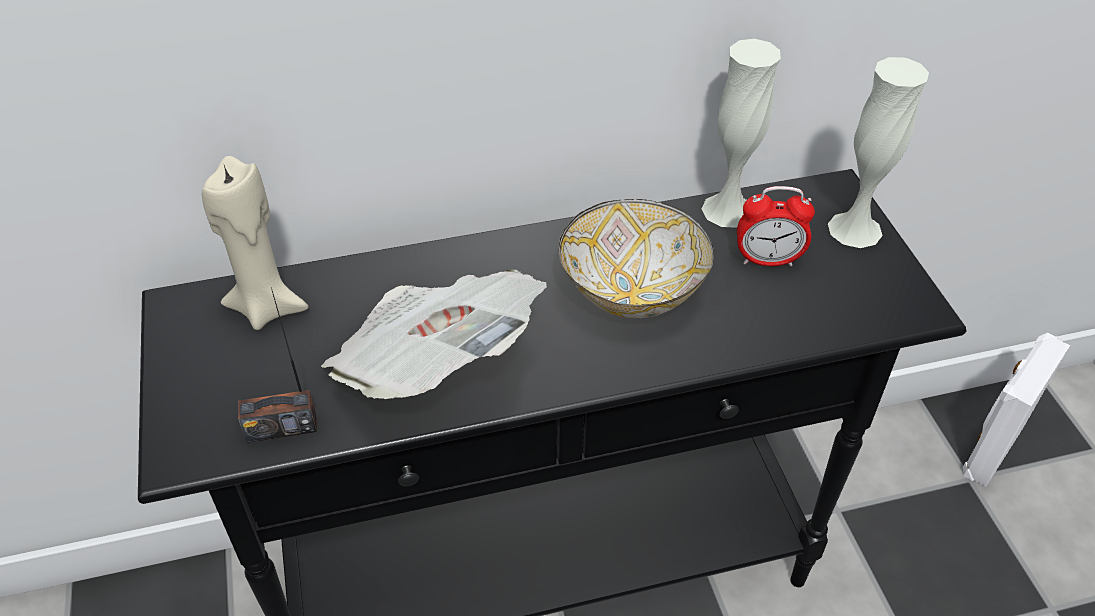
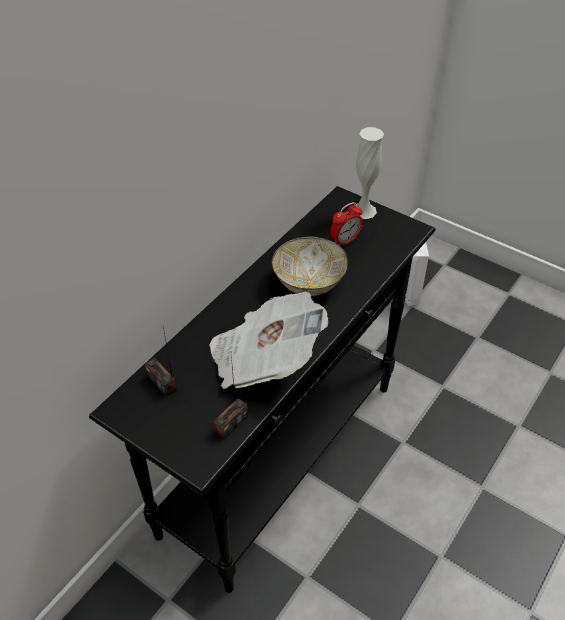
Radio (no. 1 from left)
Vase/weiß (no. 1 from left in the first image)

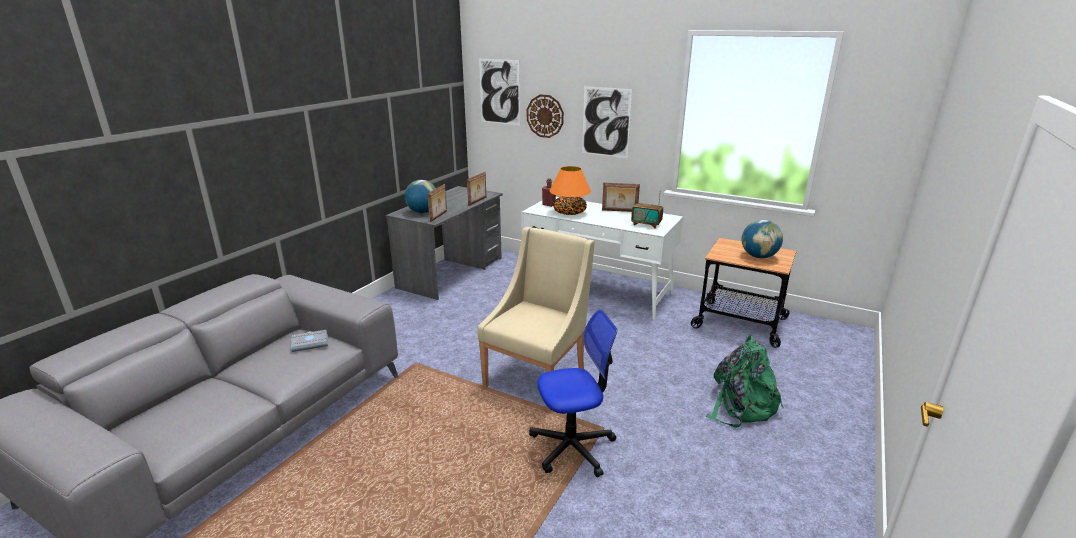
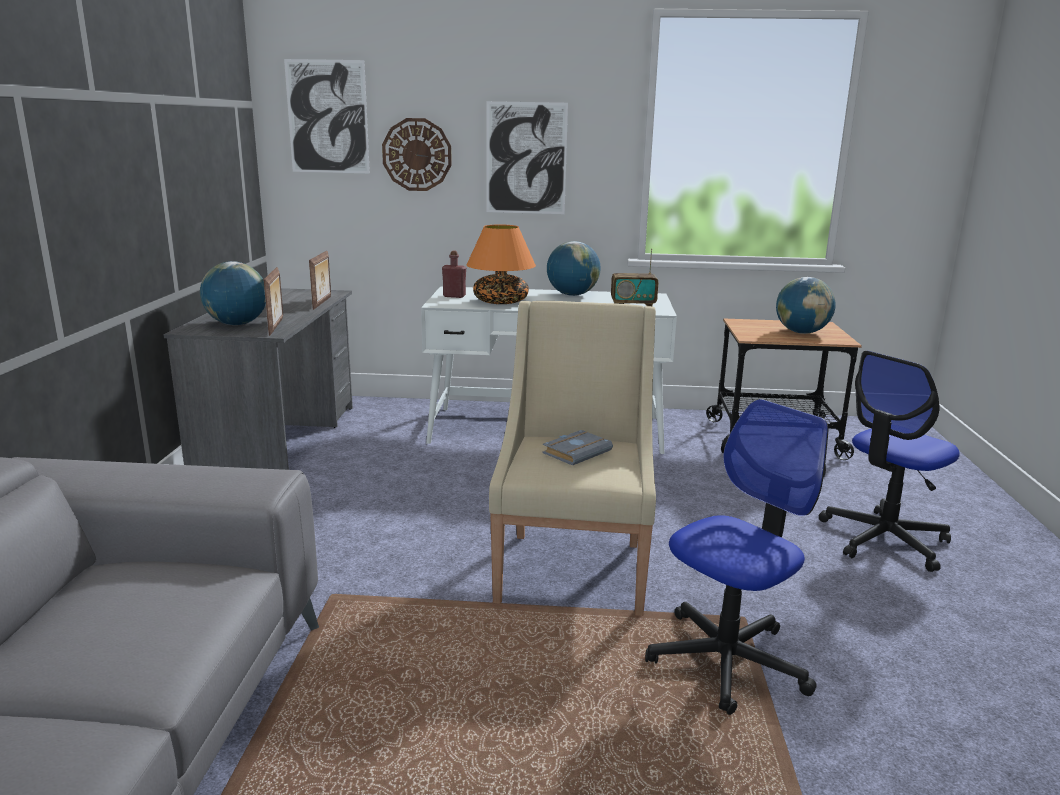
Buch/grau
Globus (no. 2 from left)
Bürostuhl (no. 2 from left)

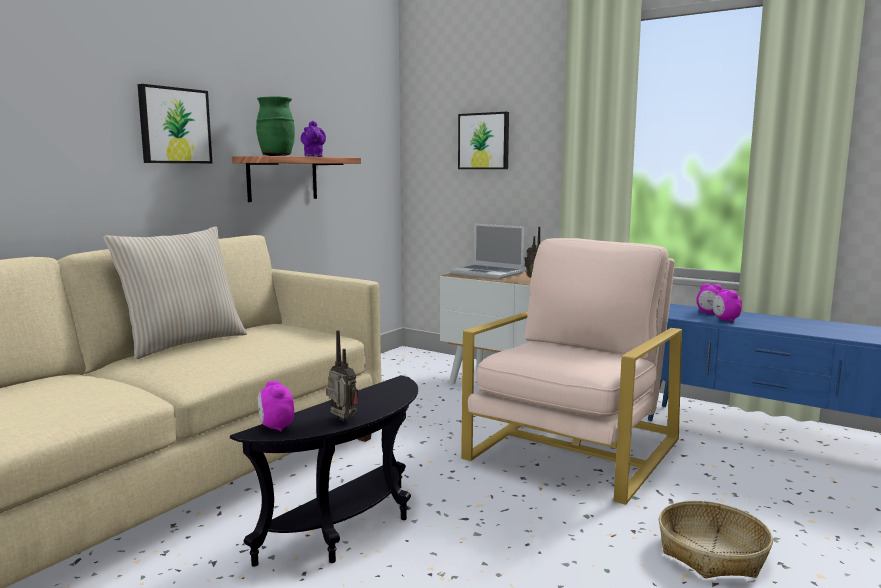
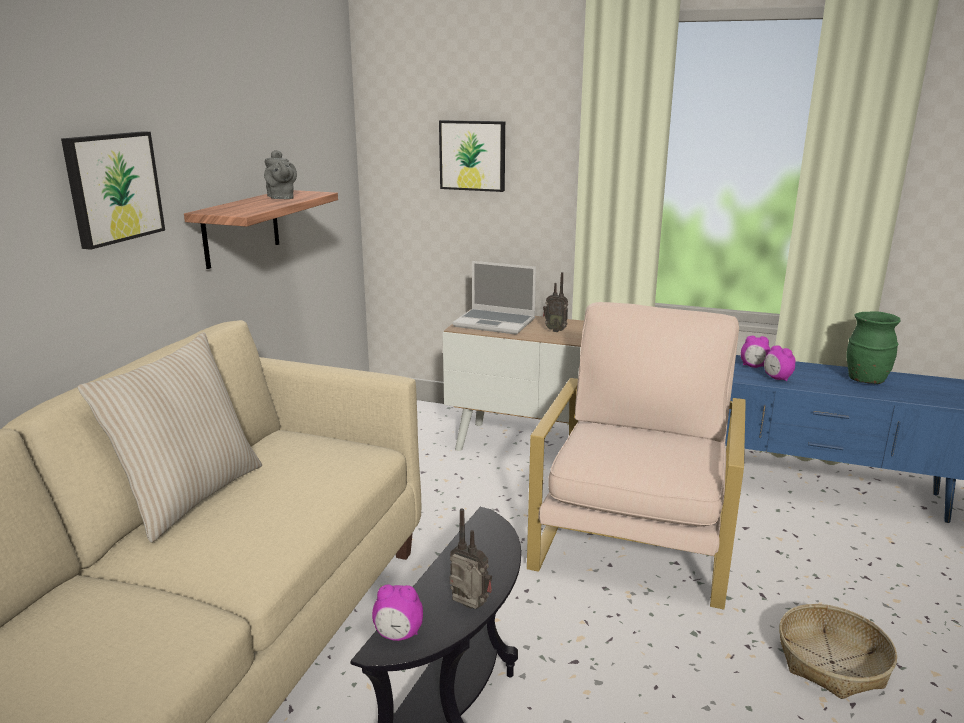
Teekanne/grau
Wecker (no. 1 from left)
Vase/grün

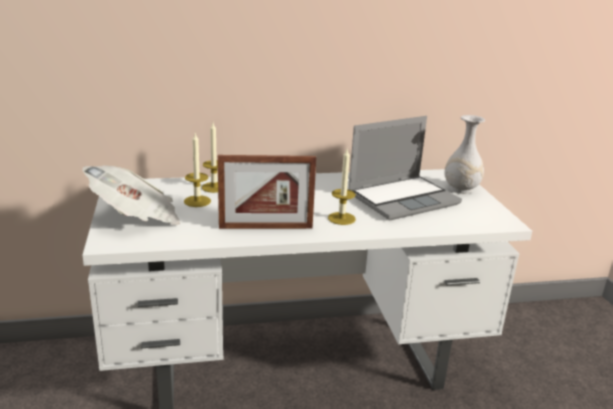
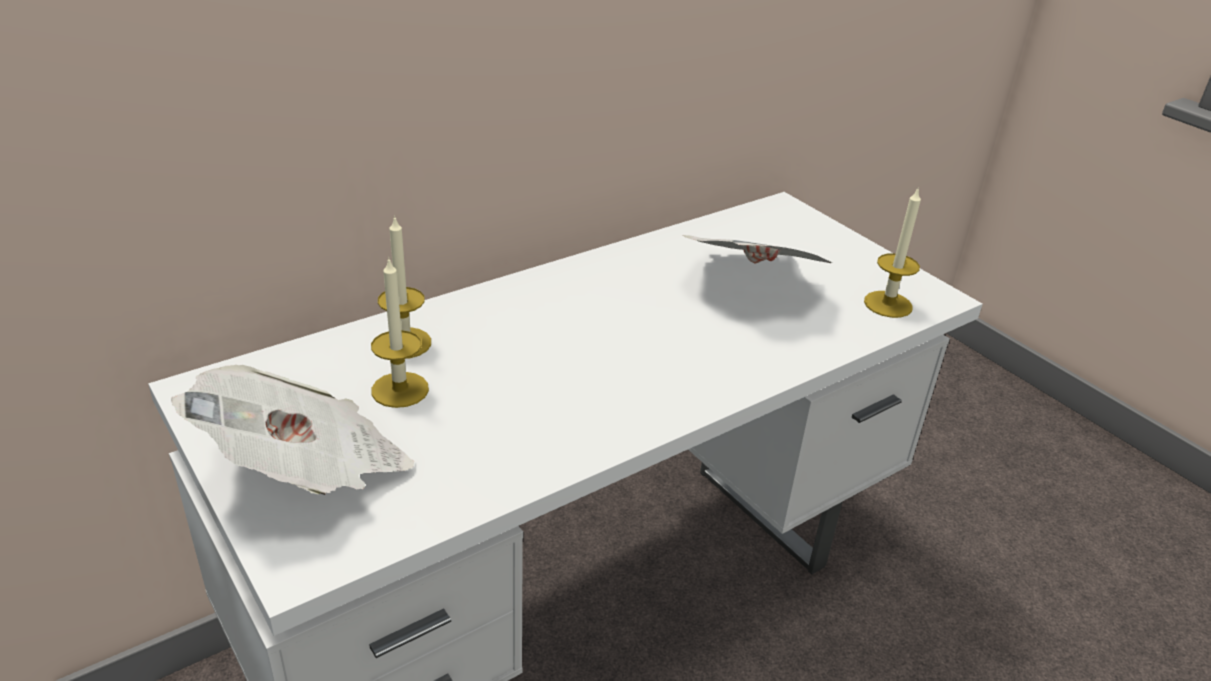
Zeitung (no. 2 from left)
Kerze (no. 3 from left)
Bilderrahmen
Vase/weiß

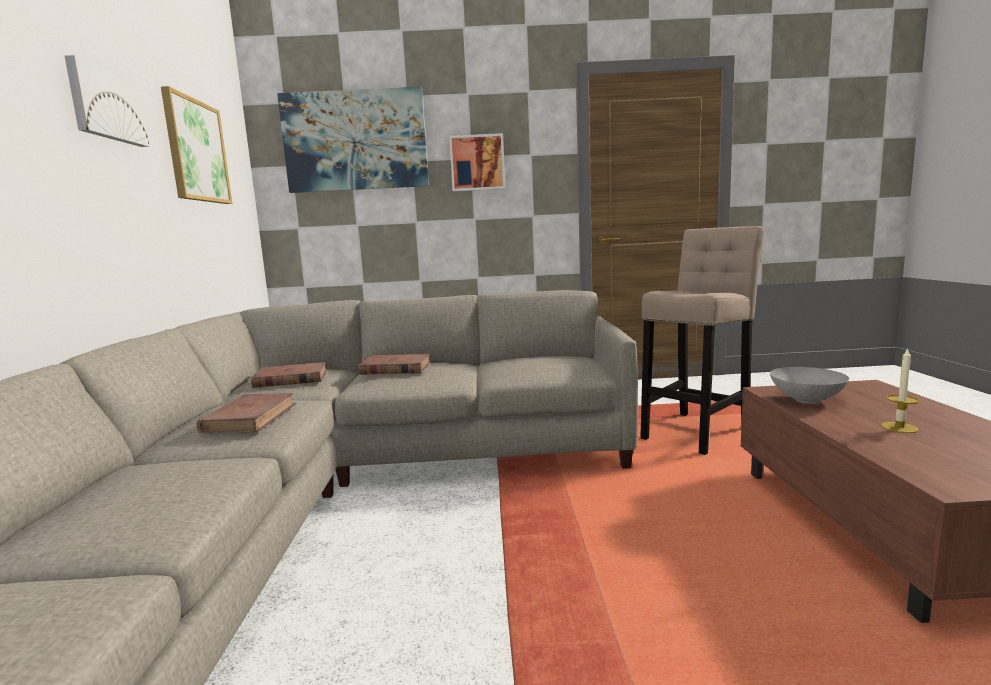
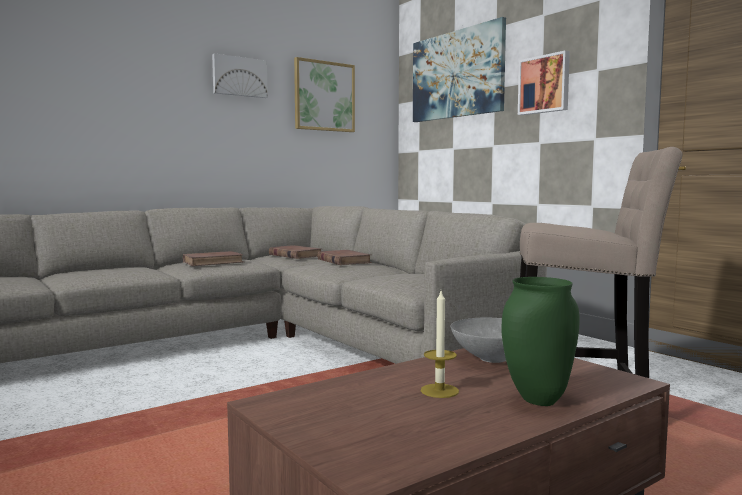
Vase/grün

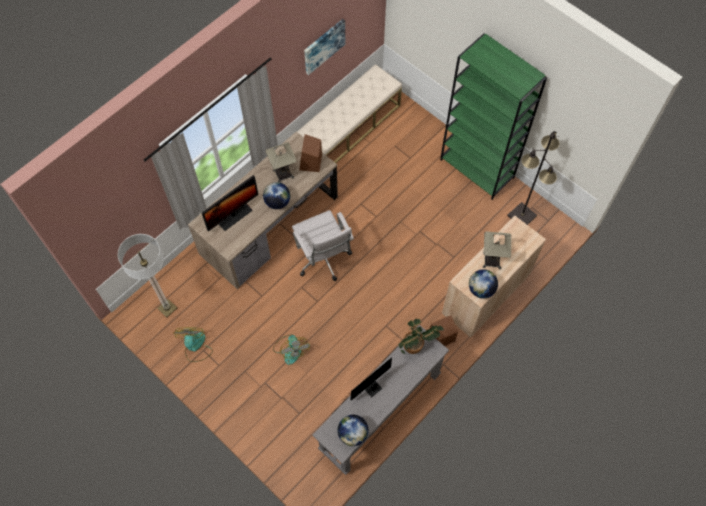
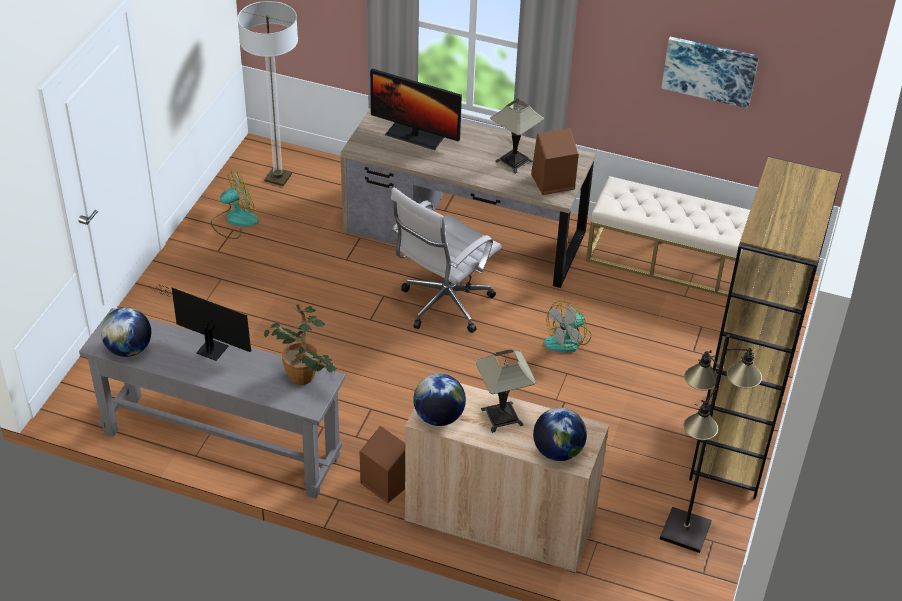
Globus (no. 3 from left)
Ventilator (no. 2 from left)
Bücherregal/braun

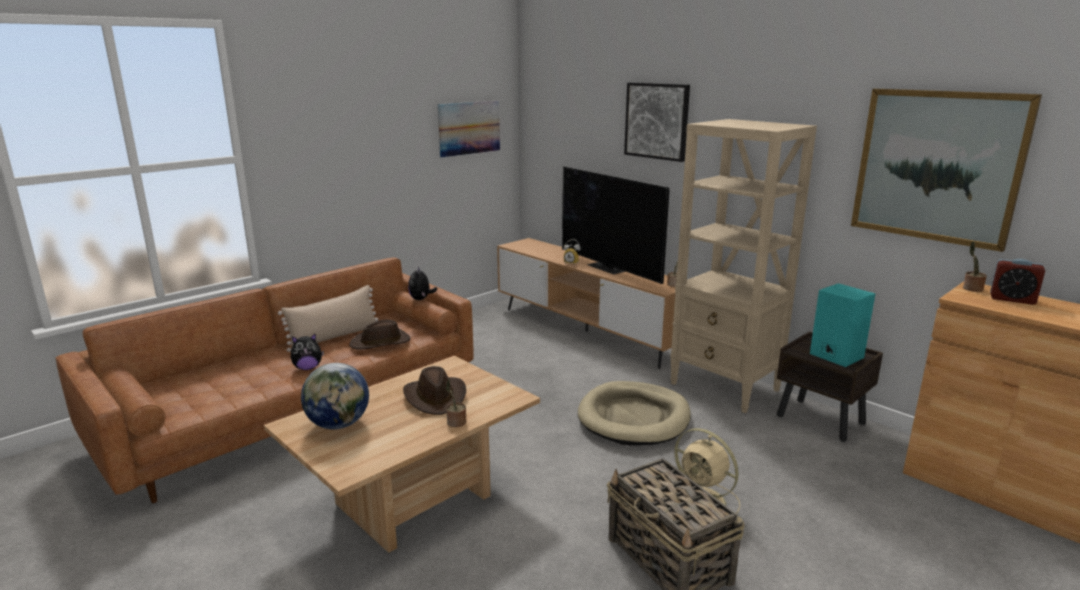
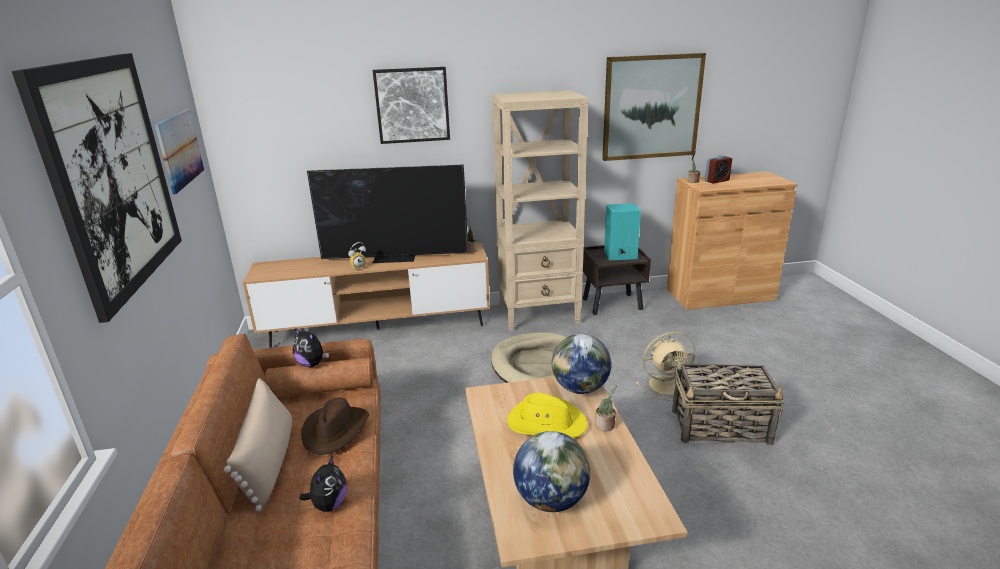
Bild (no. 1 from left)
Hut/gelb
Globus (no. 2 from left)

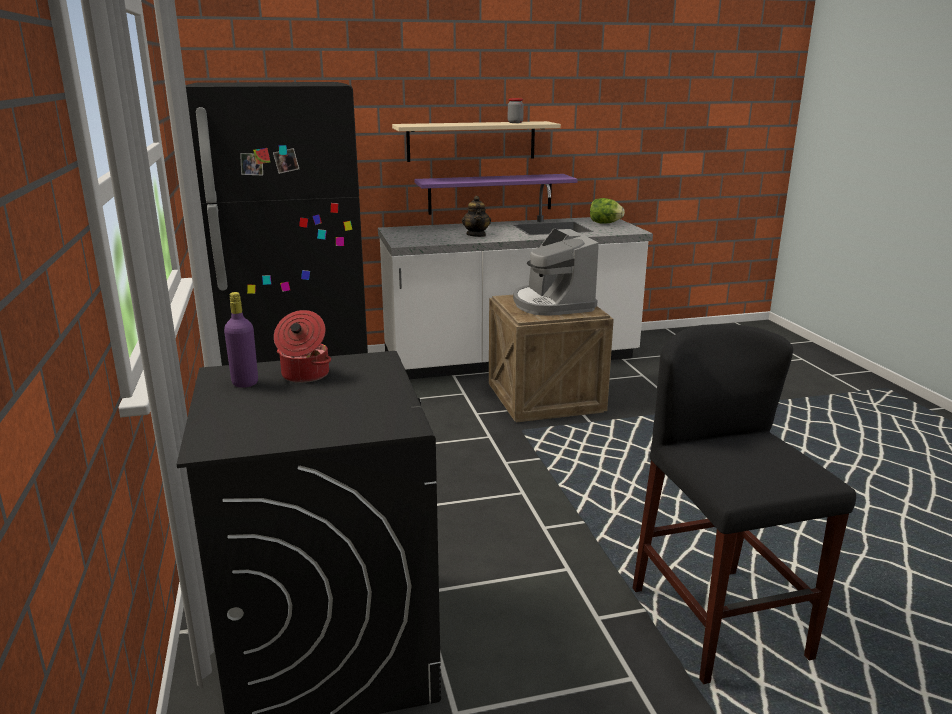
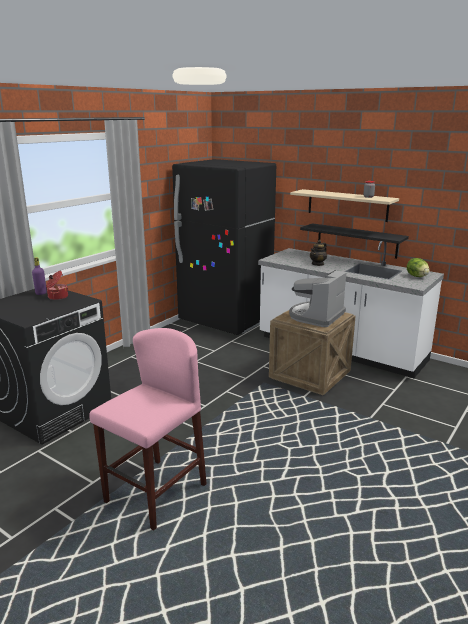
Hocker/rosa
Wandregal/schwarz

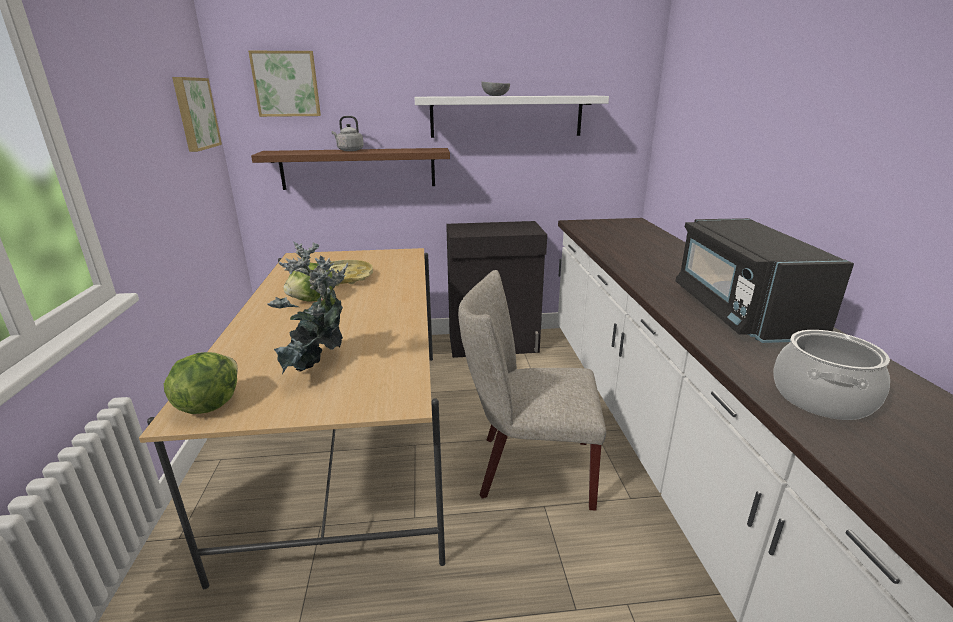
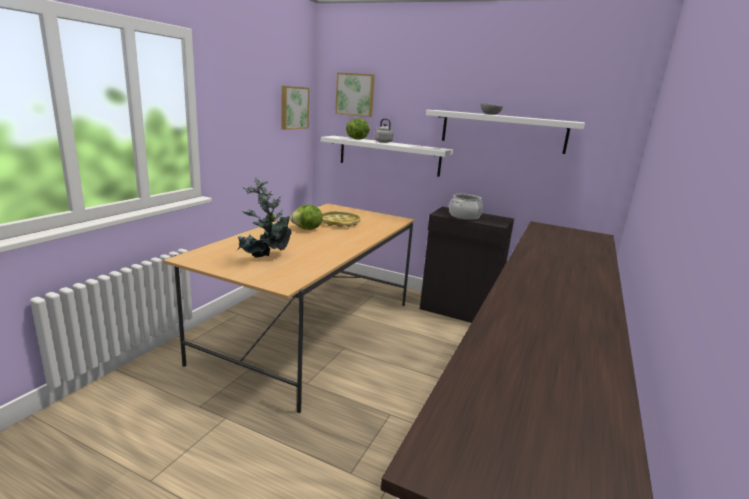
Wandregal/weiß (no. 1 from left)
Salatkopf (no. 2 from left)
Kochtopf
Stuhl/beige
Mikrowelle/schwarz

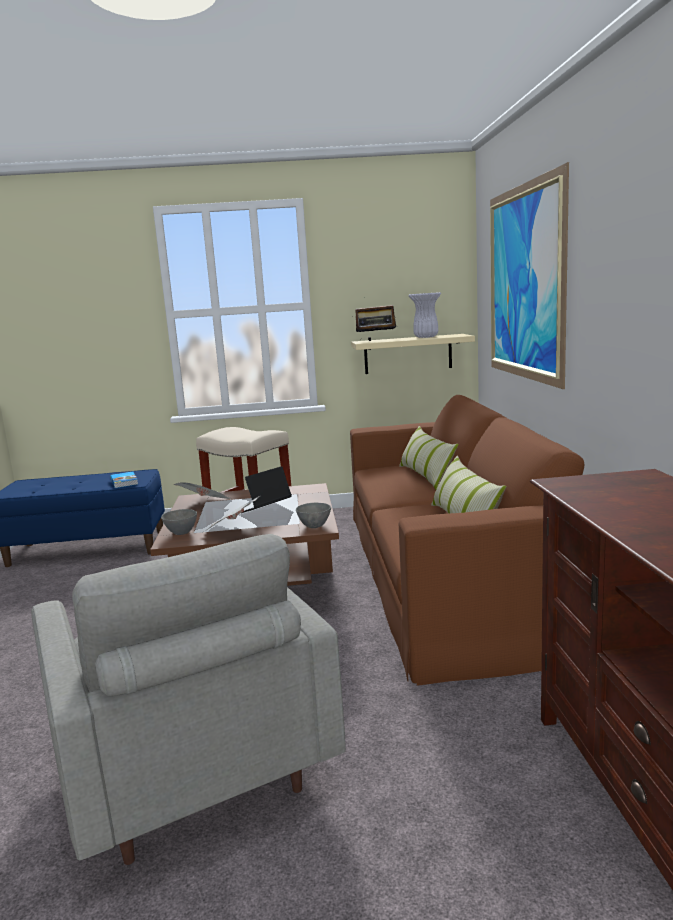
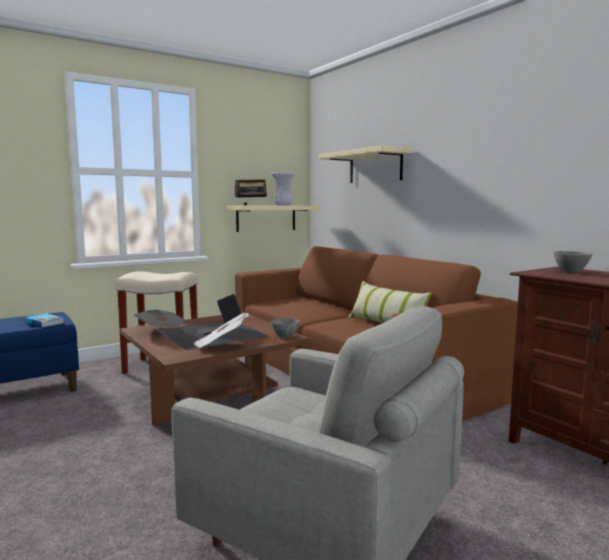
Wandregal/beige (no. 2 from left)
Schüssel/grau (no. 2 from left)
Kissen (no. 1 from left in the first image)

